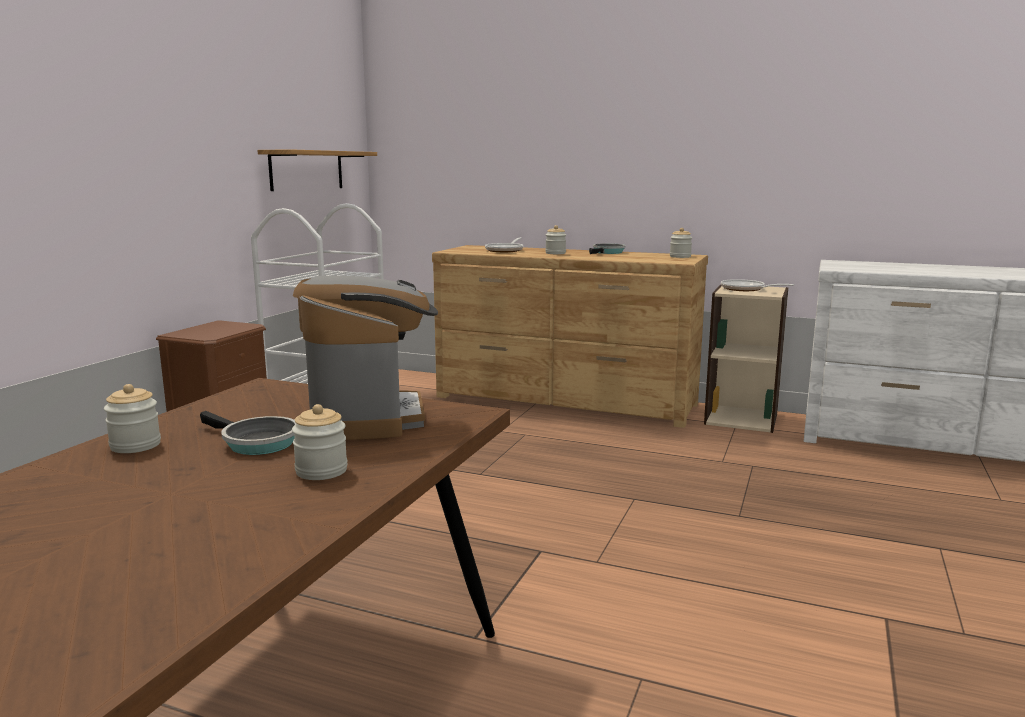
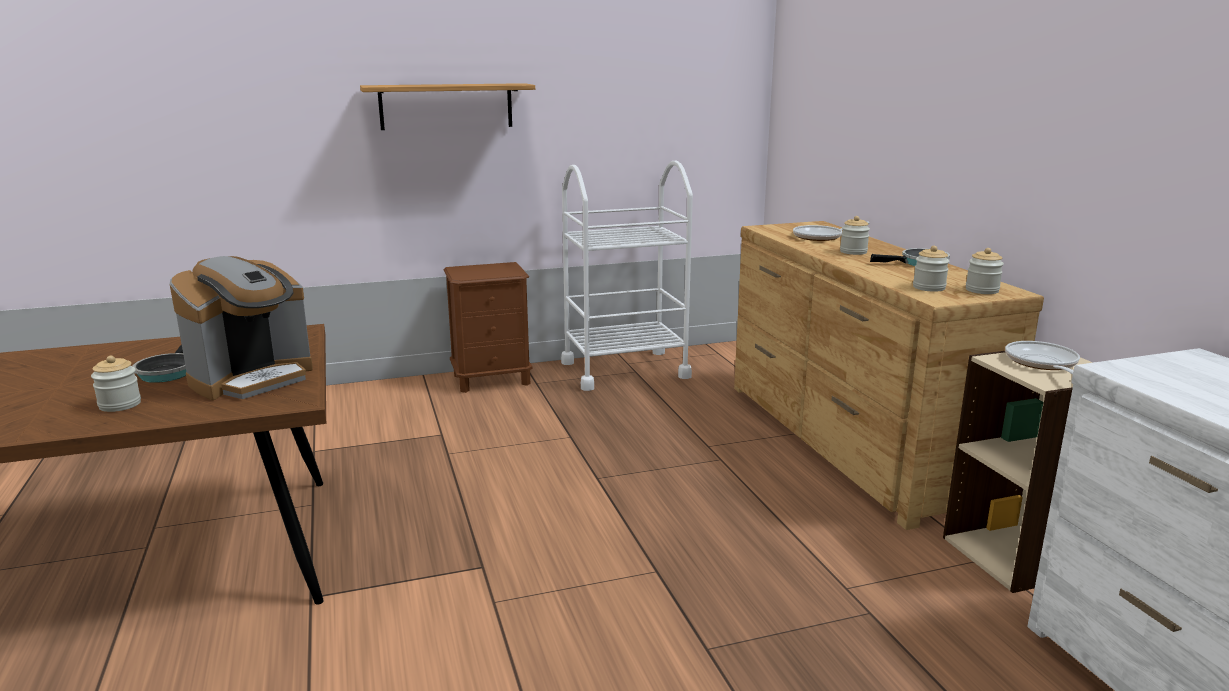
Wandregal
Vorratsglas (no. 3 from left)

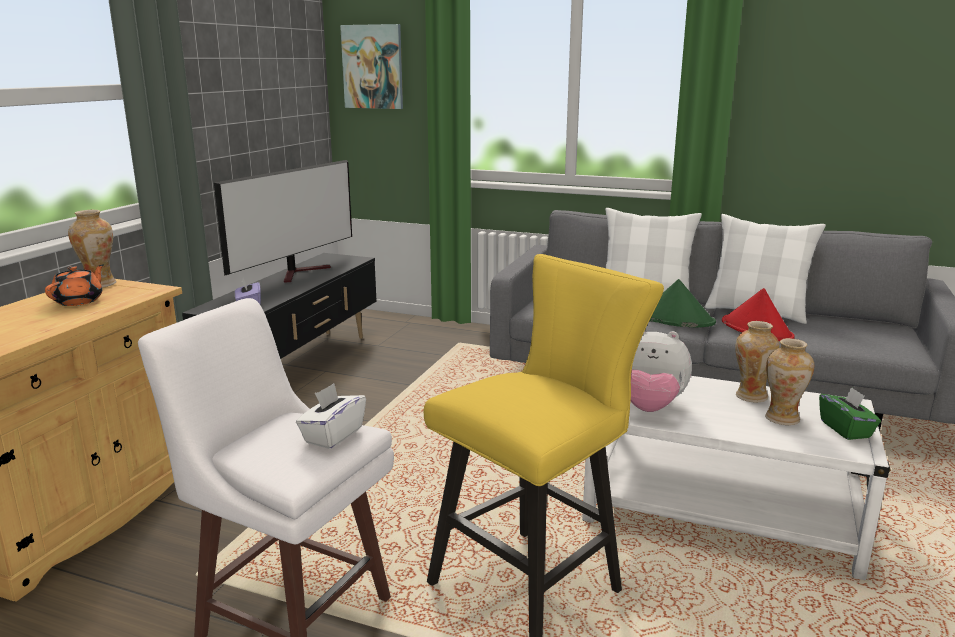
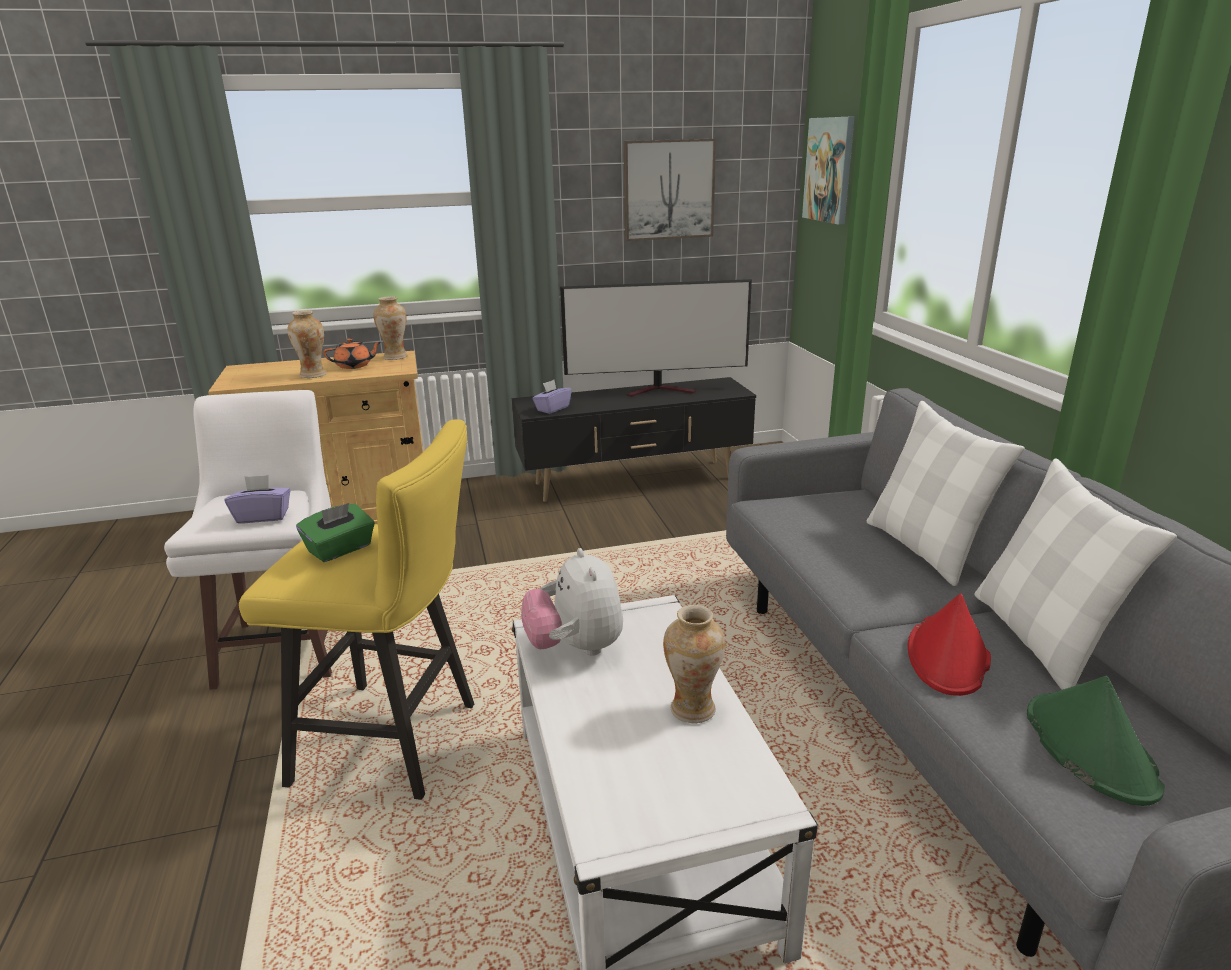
Taschentuchbox/lila (no. 1 from left)
Vase (no. 1 from left)
Taschentuchbox/grün
Bild (no. 1 from left)
Hut/grün

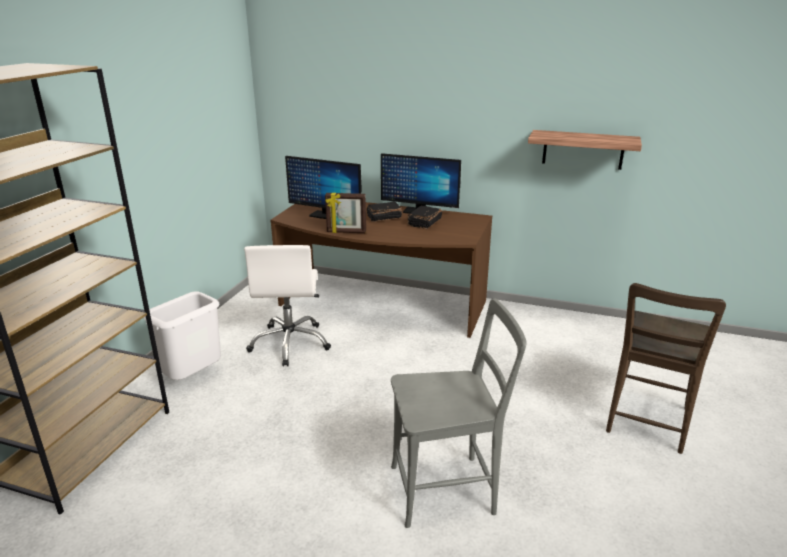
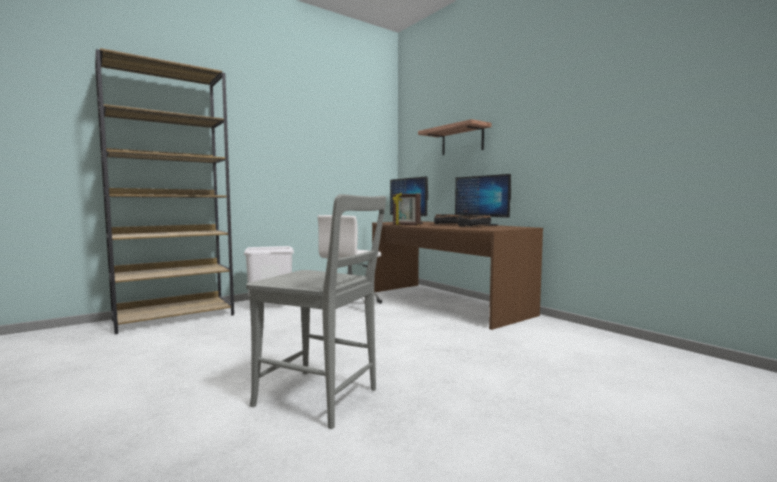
Wandregal
Stuhl/braun

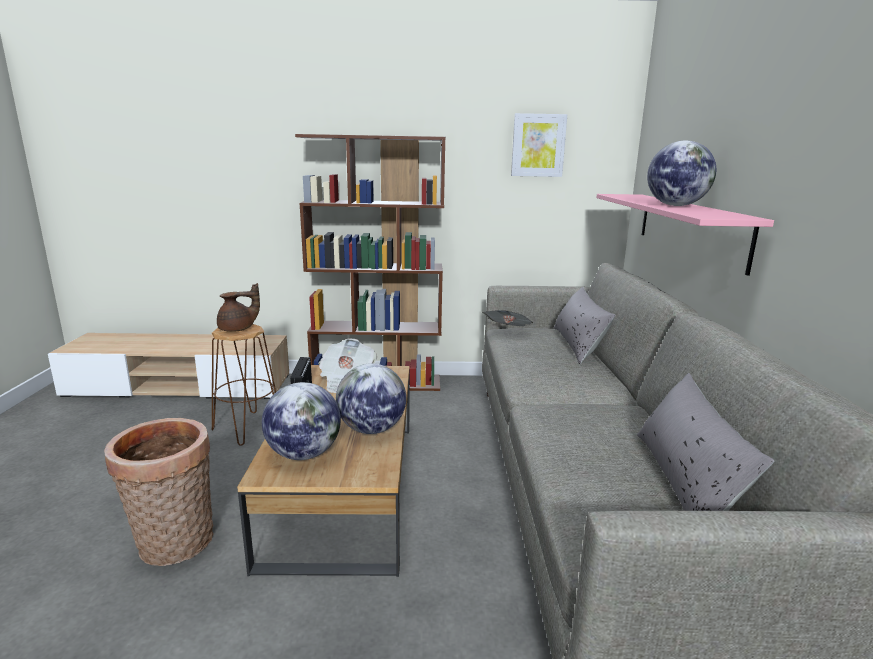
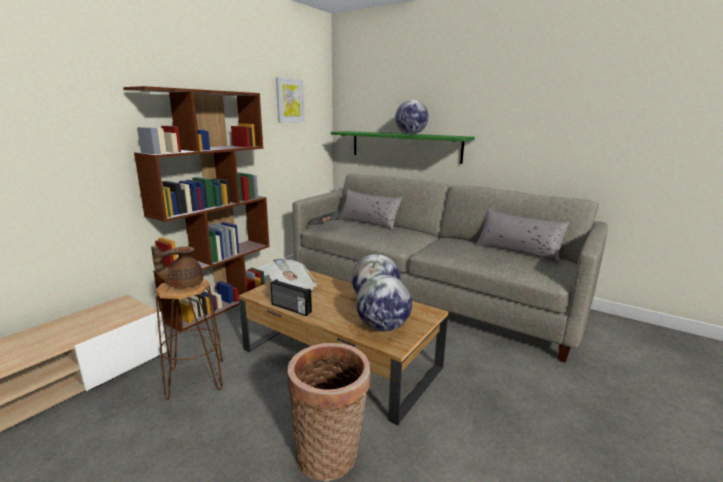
Teekanne/braun
Wandregal/grün

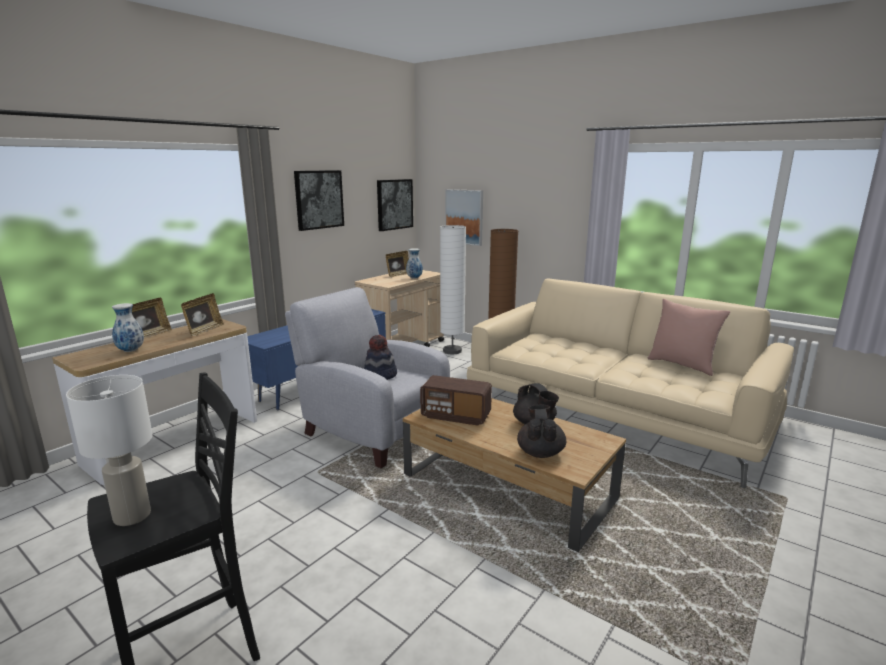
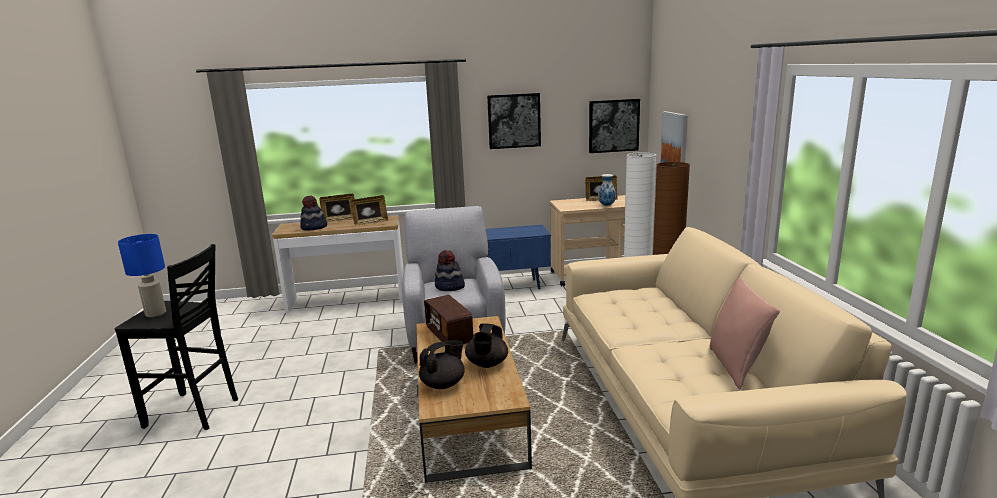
Tischlampe/blau
Hut (no. 1 from left)

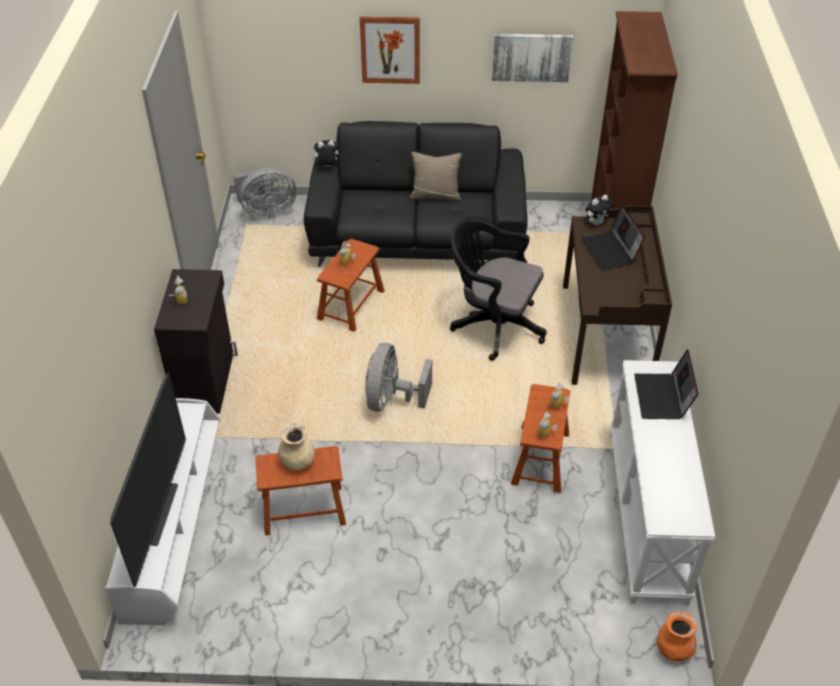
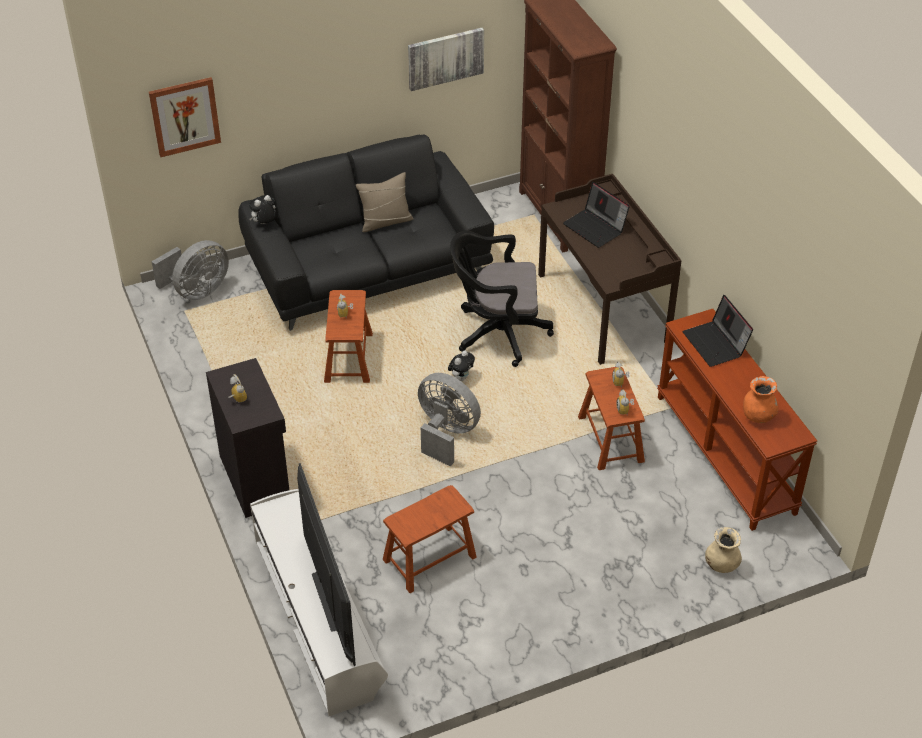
Bild (no. 1 from left)
Ventilator/grau (no. 2 from left)
Plüschtier (no. 2 from left)
Konsolentisch/braun
Vase/beige
Vase/orange

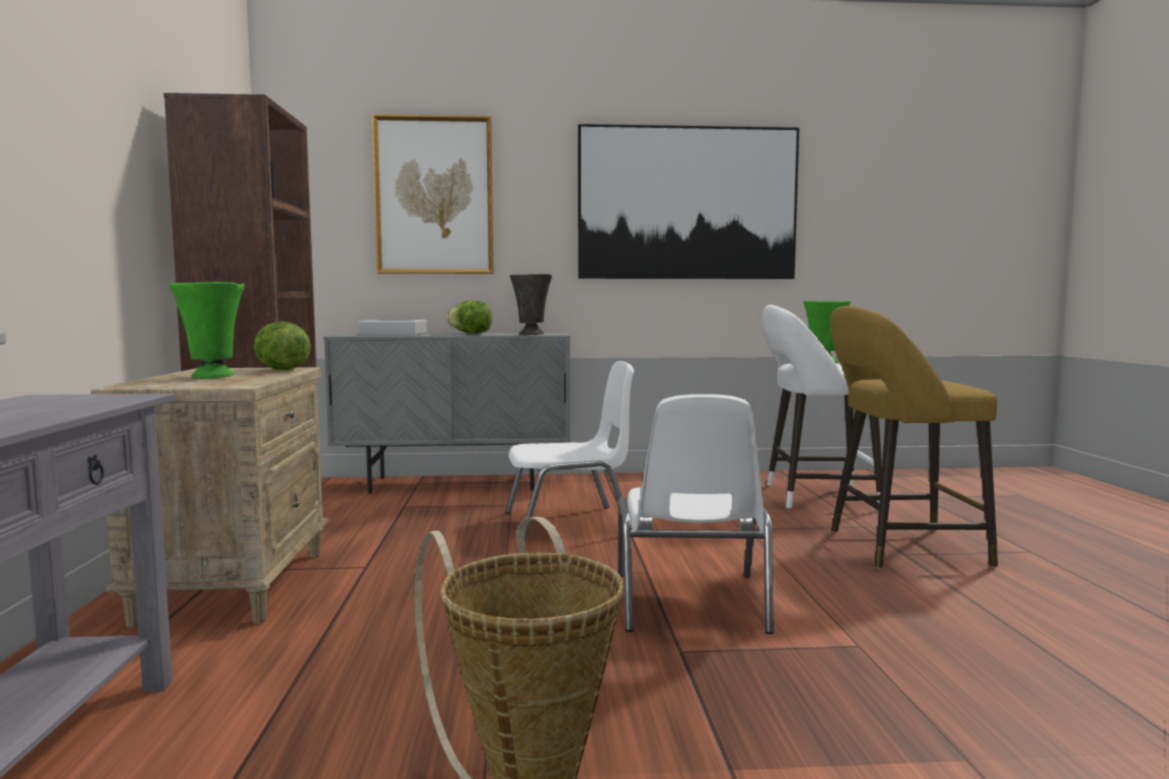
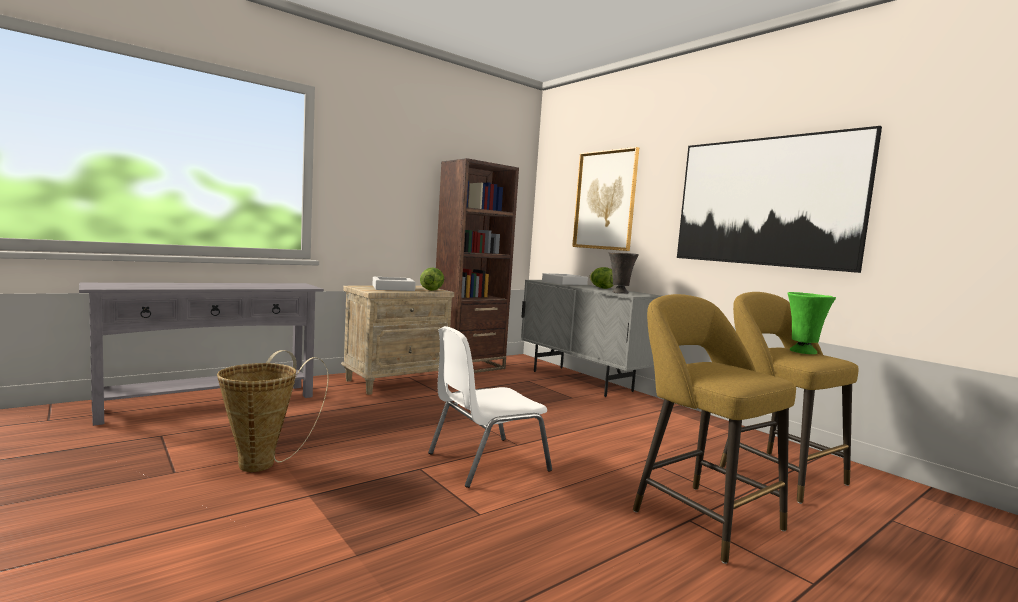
Tablett/grau (no. 1 from left)
Hocker/gelb (no. 2 from left)
Stuhl/weiß (no. 1 from left in the first image)

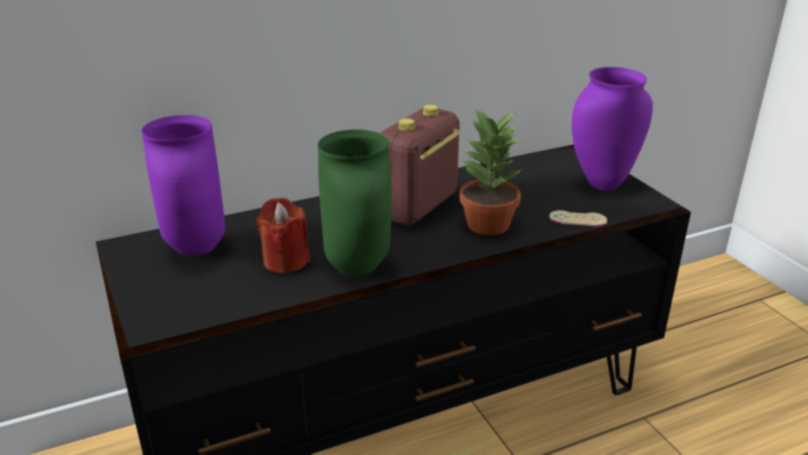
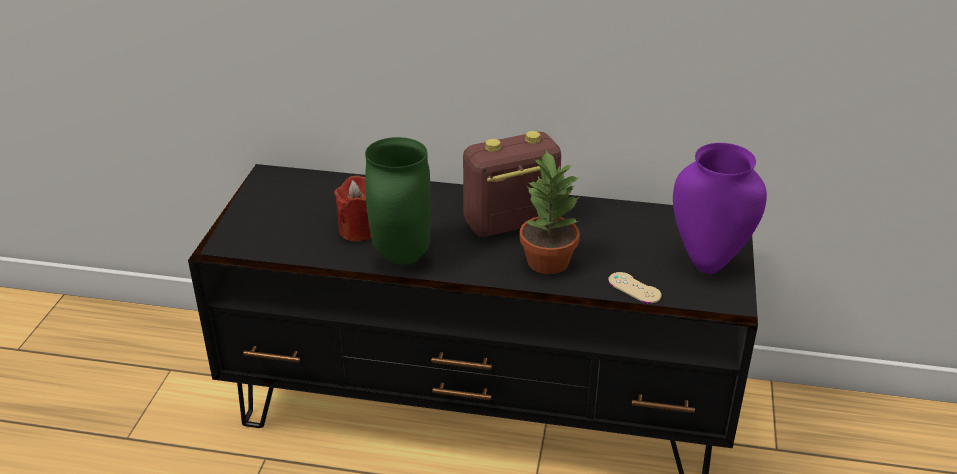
Vase/lila (no. 1 from left in the first image)

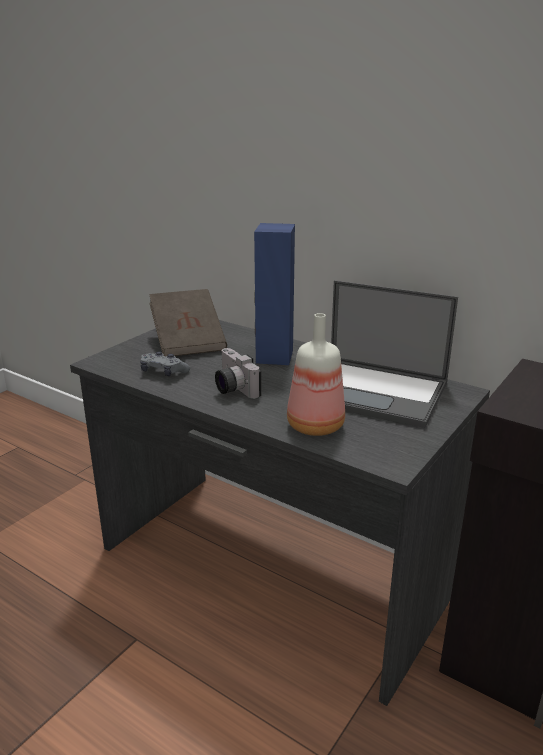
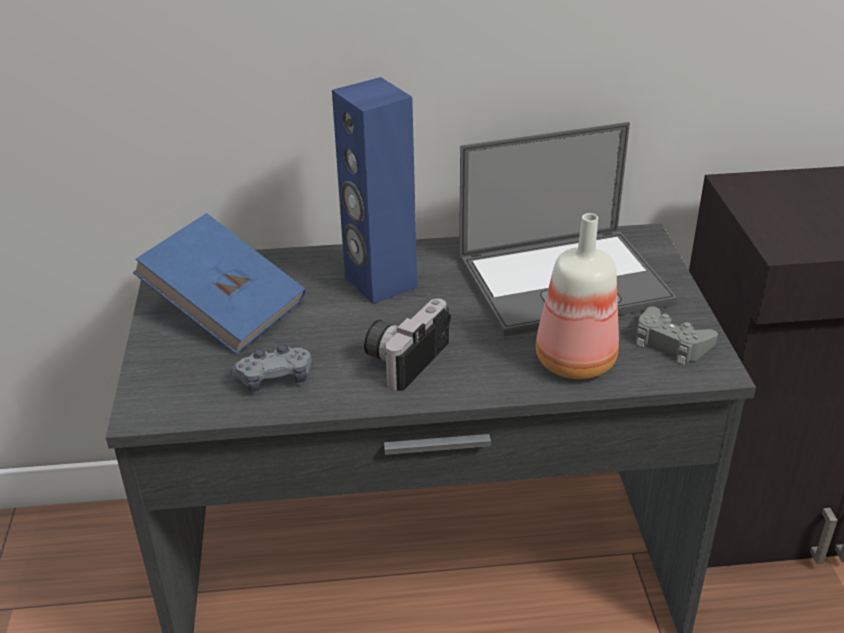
Buch/blau
Kamera
Gamepad/grau (no. 2 from left)

